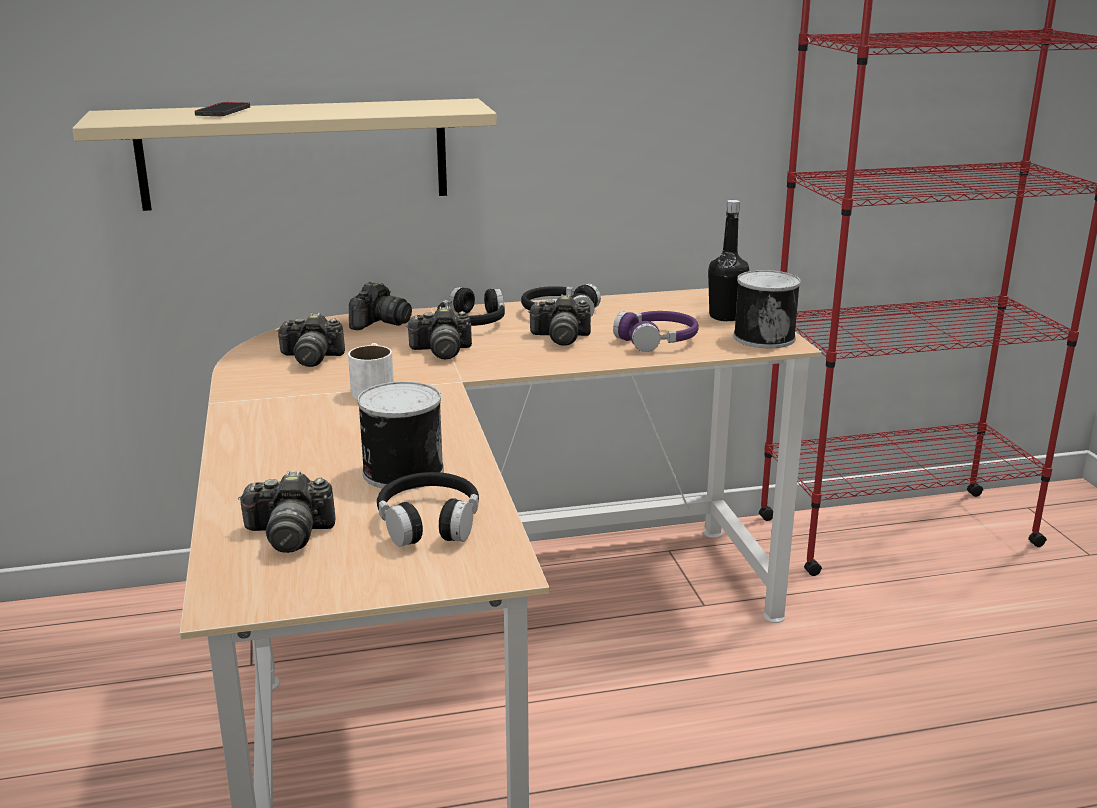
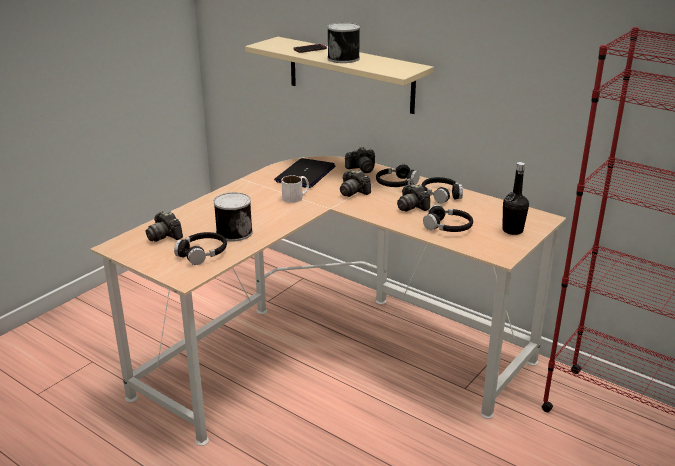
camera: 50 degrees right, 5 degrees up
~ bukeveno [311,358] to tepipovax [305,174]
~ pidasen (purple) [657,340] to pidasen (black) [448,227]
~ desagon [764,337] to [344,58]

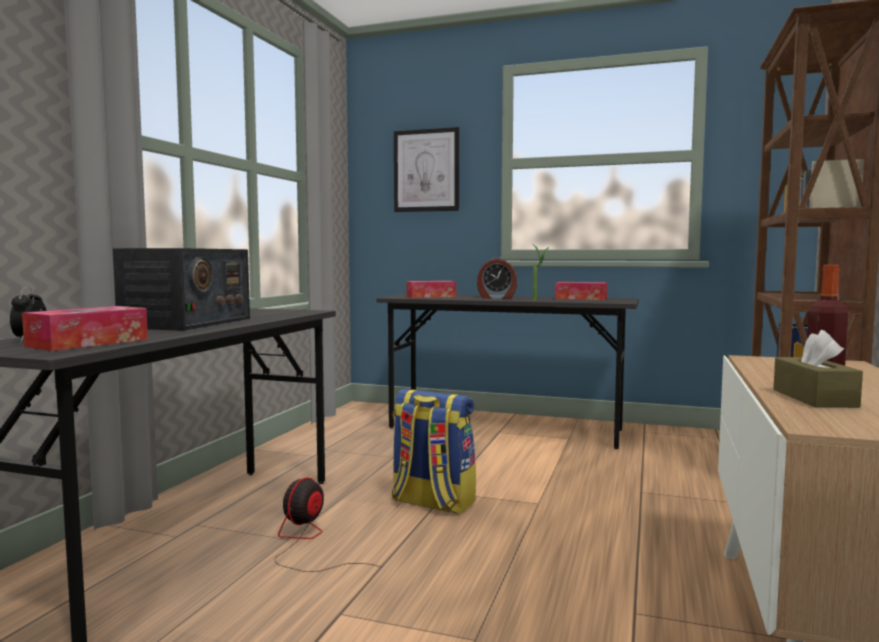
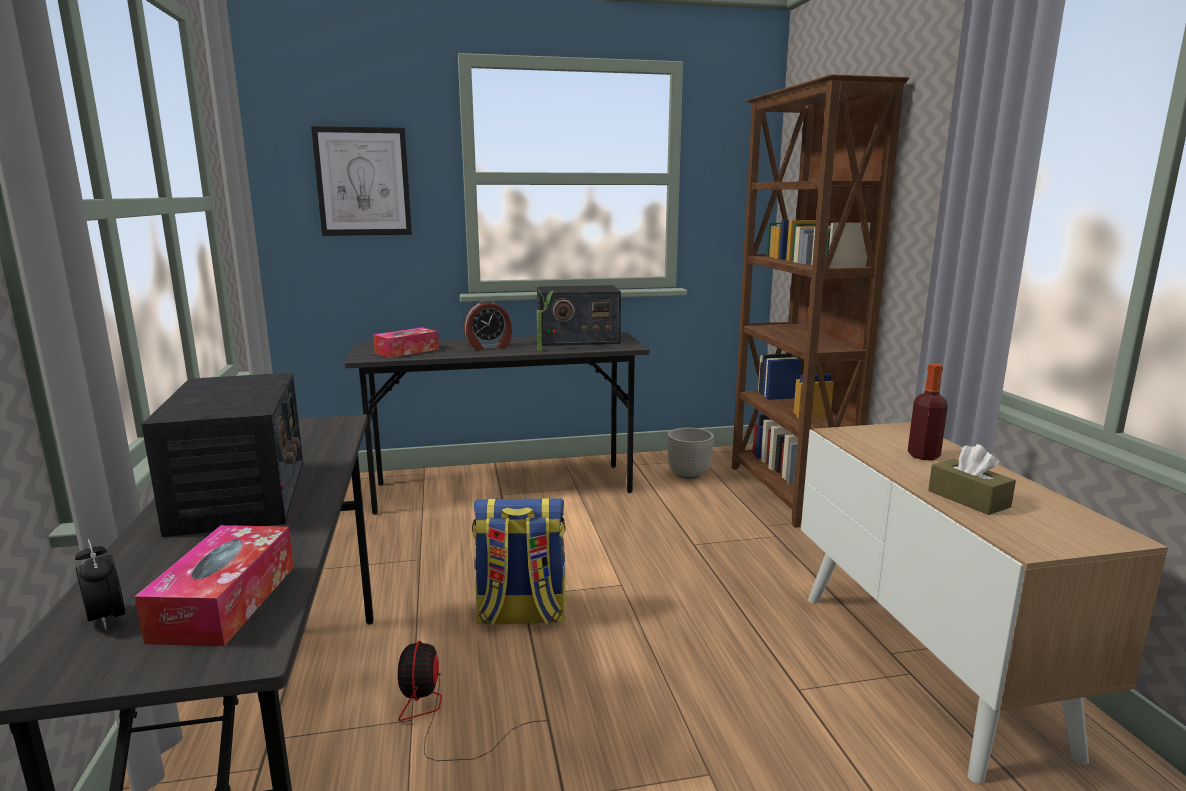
camera: 30 degrees left, 10 degrees up
~ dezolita [581,298] to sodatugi [577,339]
+ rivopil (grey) [689,475]

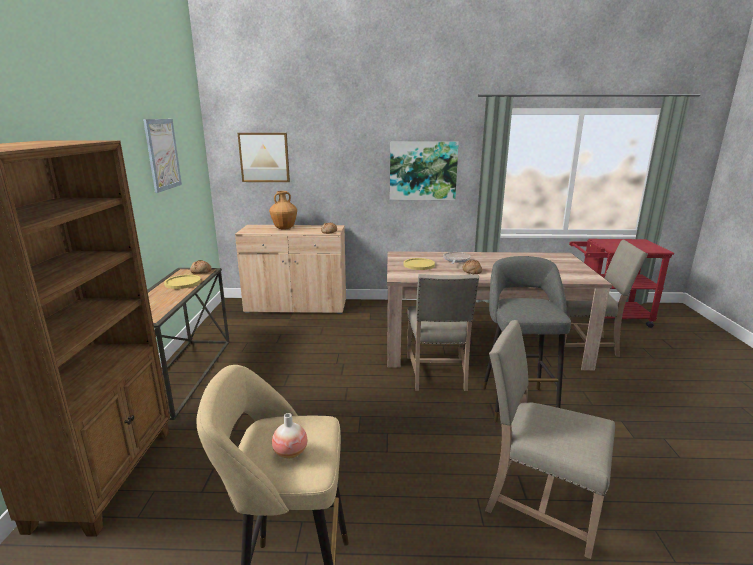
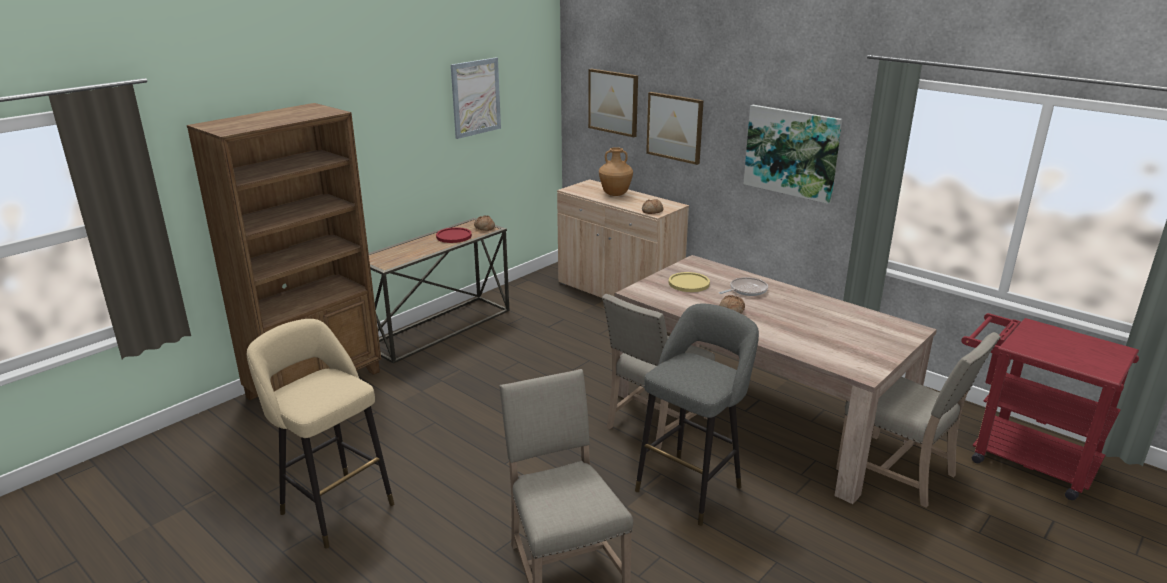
camera: 40 degrees right, 5 degrees up
~ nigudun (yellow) [182,283] to nigudun (red) [454,236]
- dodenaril [290,452]
+ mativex [675,127]

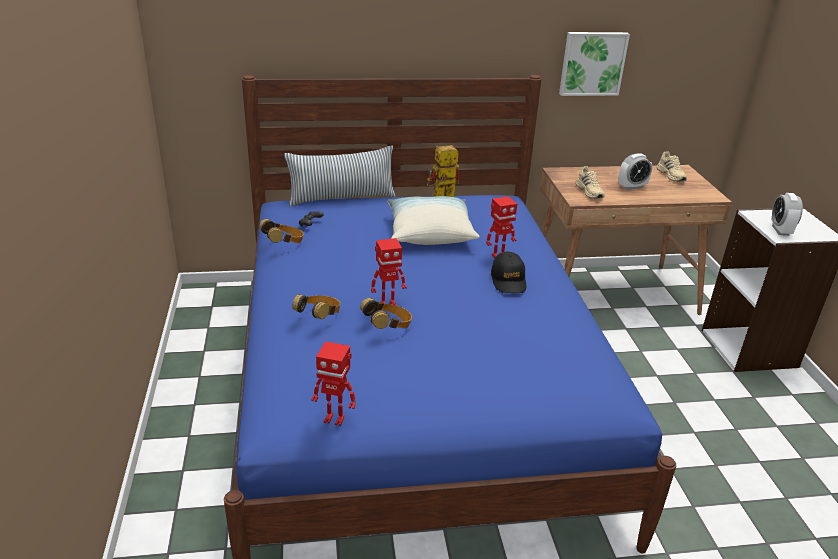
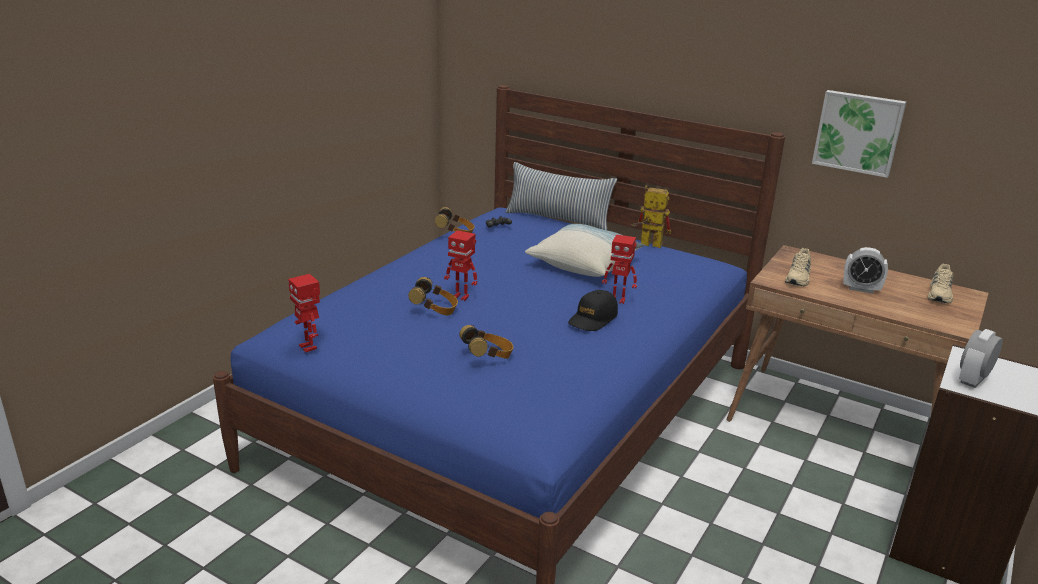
camera: 40 degrees right, 5 degrees down
~ pidasen [319,317] to [488,357]

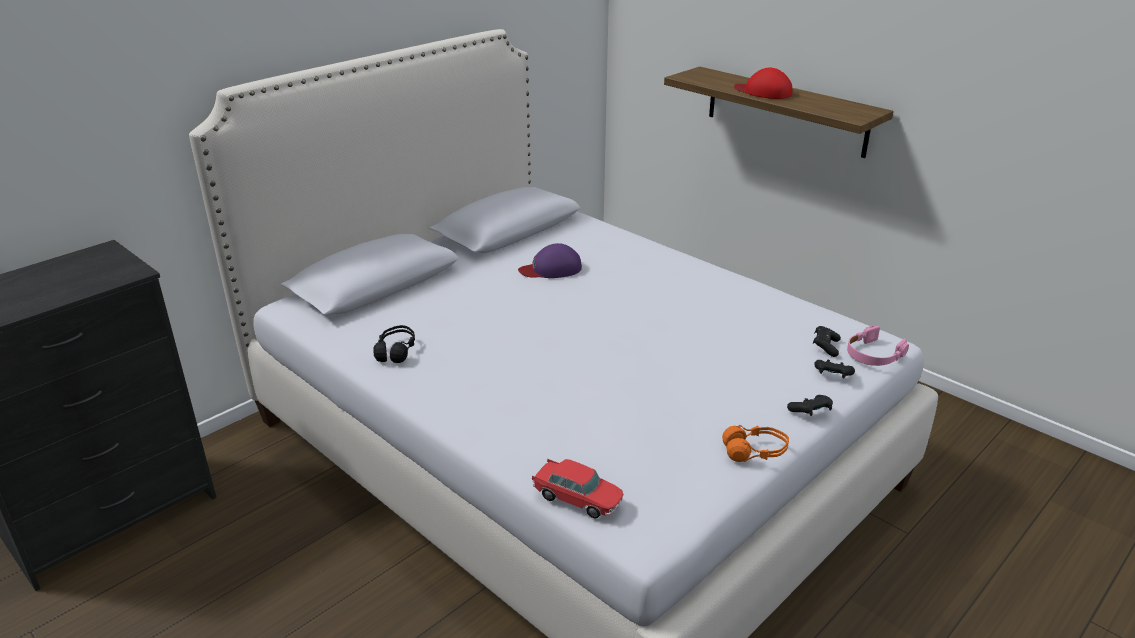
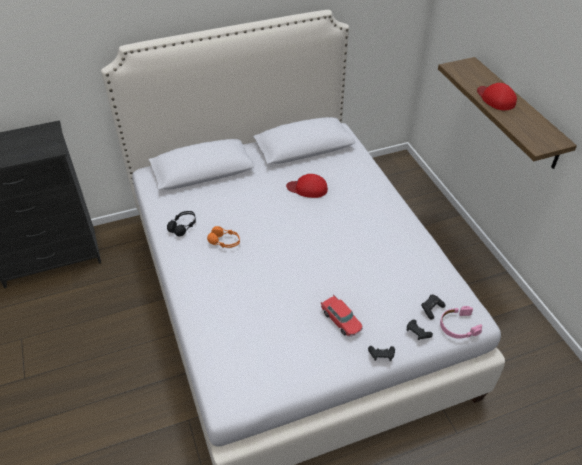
camera: 25 degrees right, 15 degrees up
~ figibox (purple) [551,269] to figibox (red) [307,188]
~ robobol [578,498] to [341,320]
~ pidasen (orange) [755,452] to [225,242]

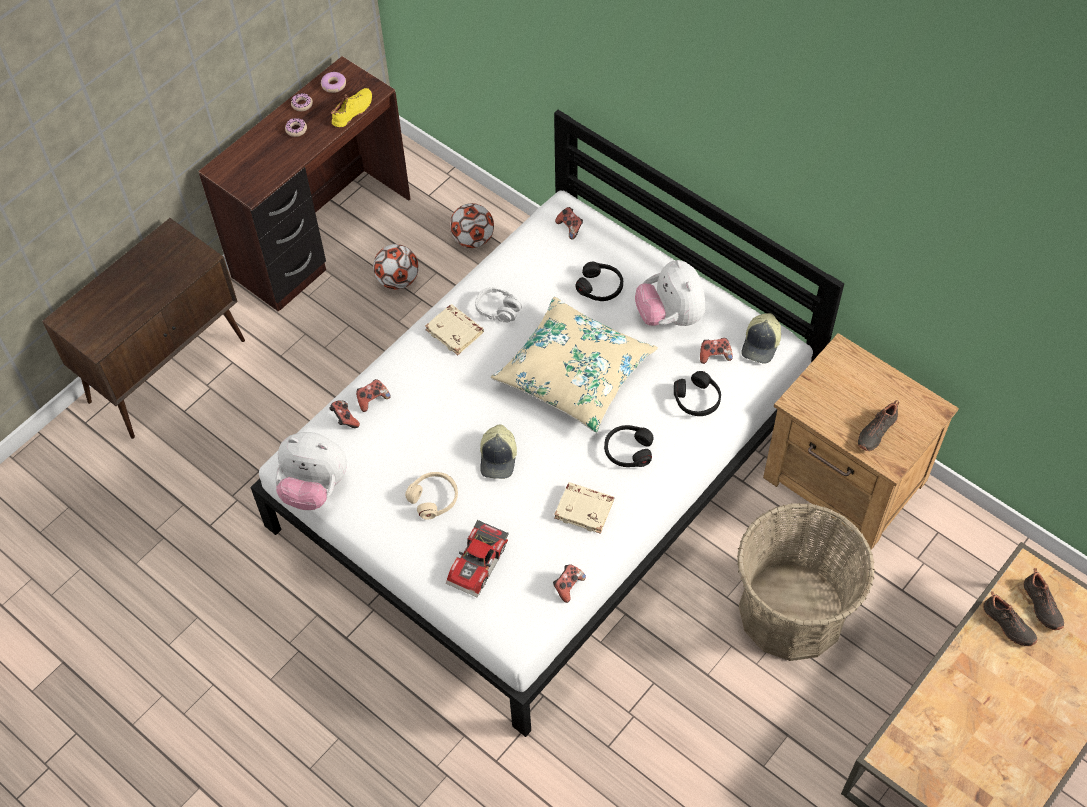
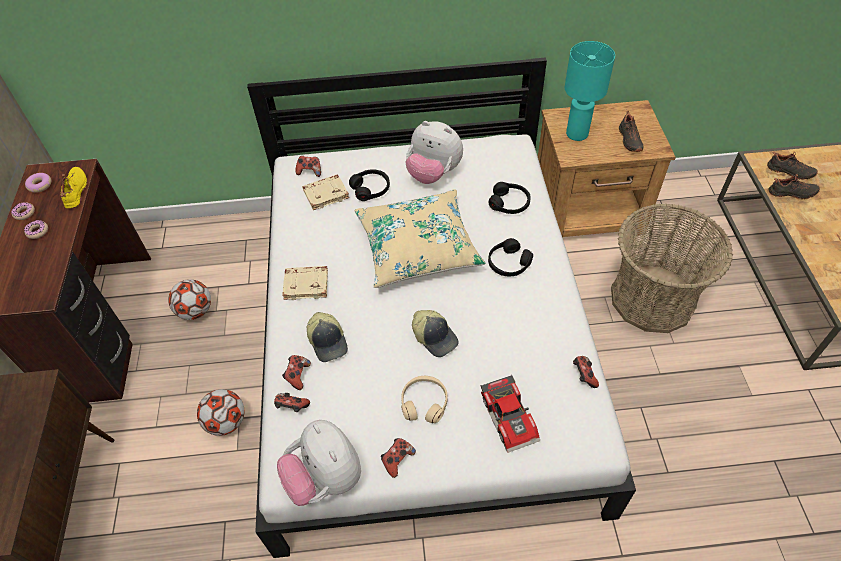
camera: 45 degrees left, 5 degrees down
~ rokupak [314,487] = [325,478] 90 degrees clockwise
~ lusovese [473,239] to [226,422]
- pidasen (grey) [498,310]
~ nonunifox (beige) [585,509] to [326,194]
~ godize [714,355] to [397,460]
~ figibox [761,344] to [328,341]
+ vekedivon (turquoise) [576,134]

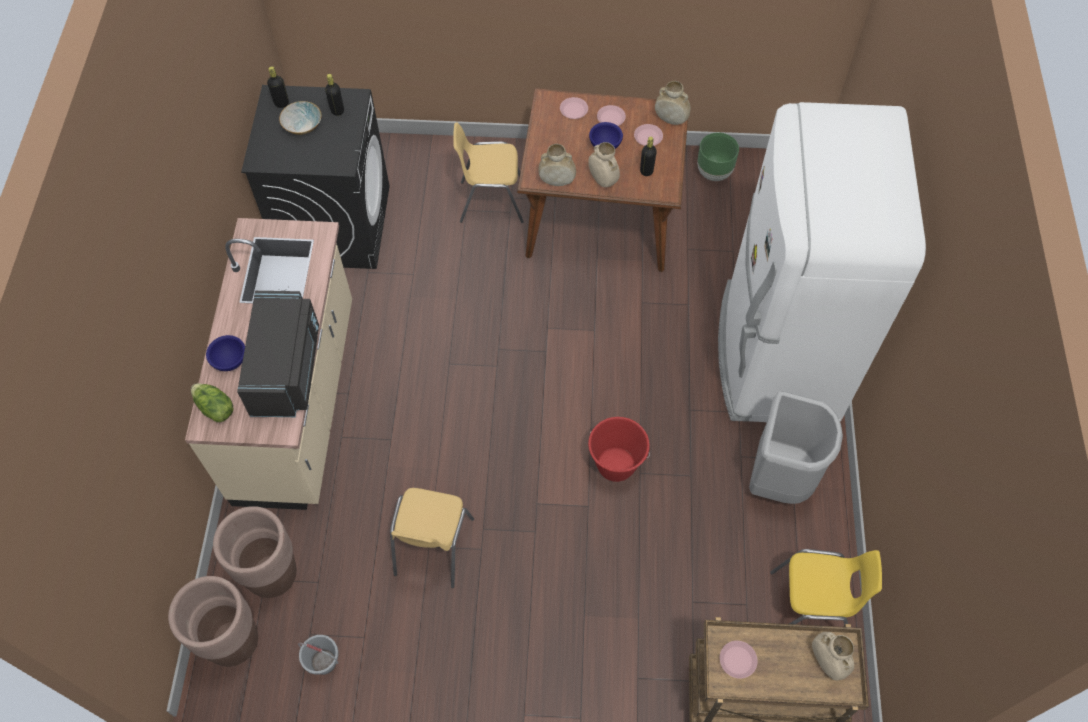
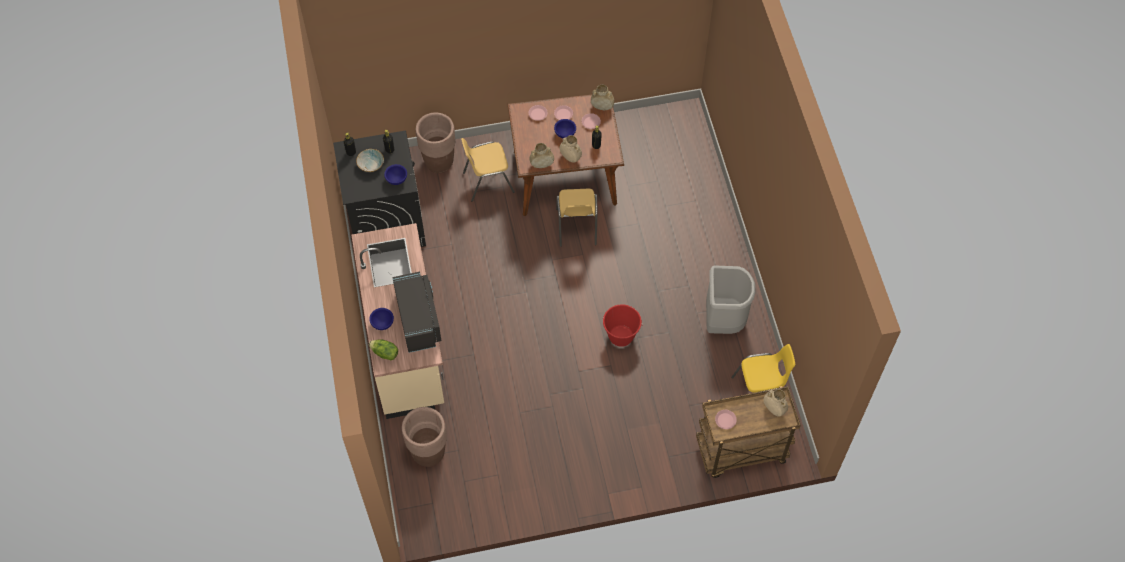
camera: 15 degrees left, 0 degrees up
~ rivopil (brown) [234,642] to [439,163]
- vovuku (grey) [323,662]
~ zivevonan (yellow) [432,547] to [576,227]
- rivopil (green) [714,173]
- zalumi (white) [776,355]
+ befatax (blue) [396,179]

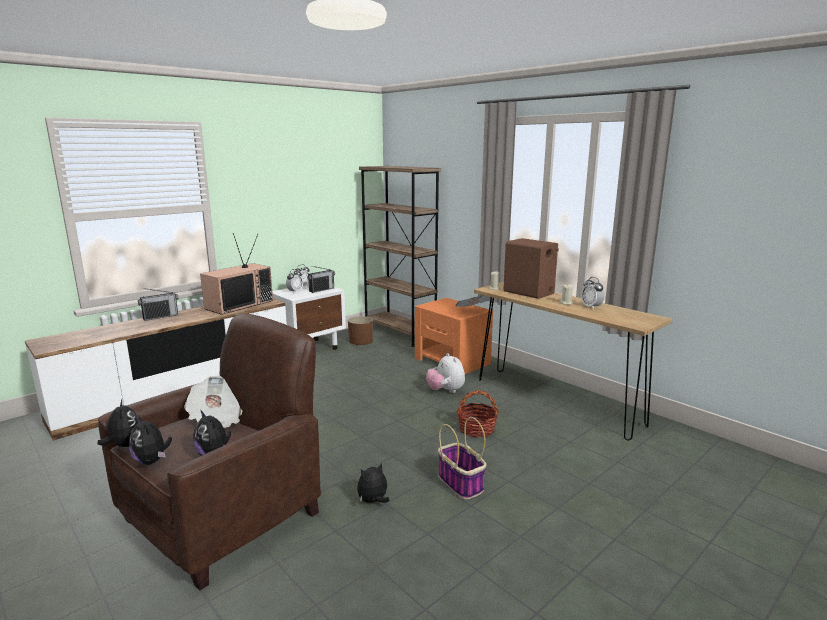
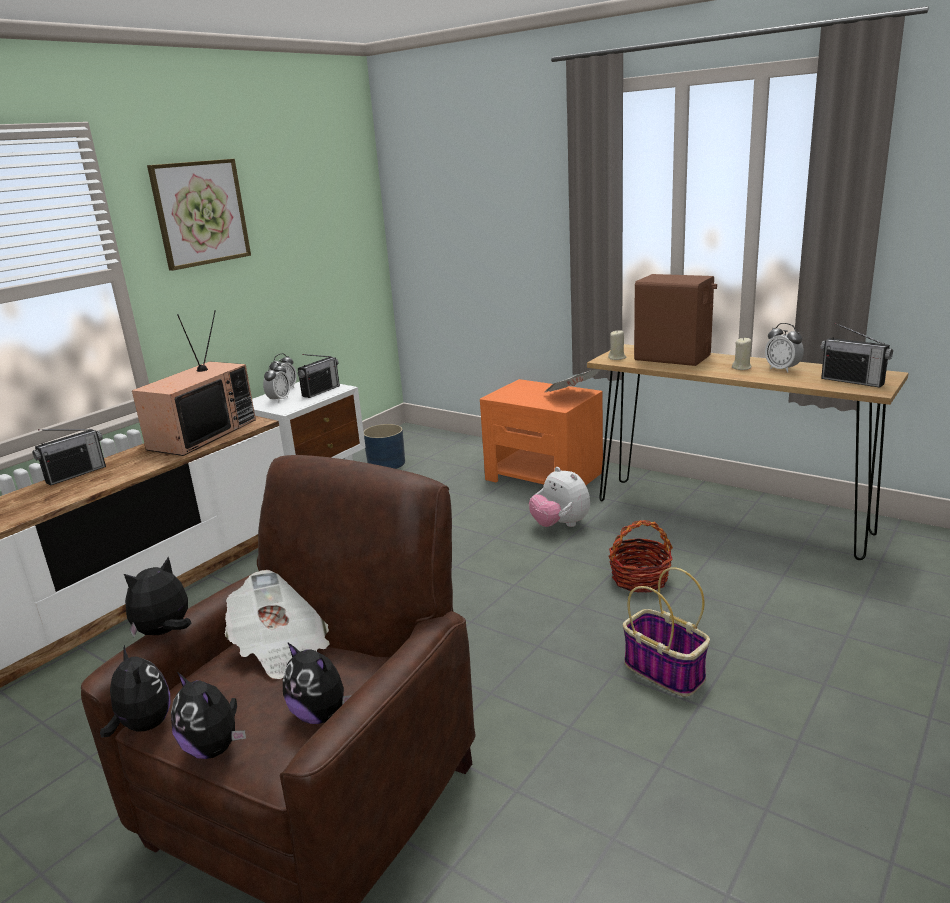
camera: 10 degrees left, 5 degrees up
~ rivopil (brown) [360,341] to rivopil (blue) [386,463]
~ rokupak [373,501] to [165,632]
- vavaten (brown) [400,333]
+ mativex [200,213]
+ sodatugi [852,381]

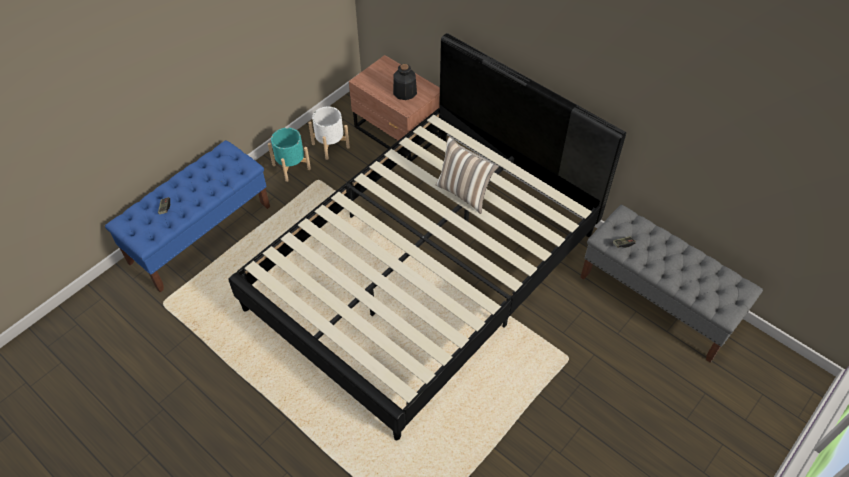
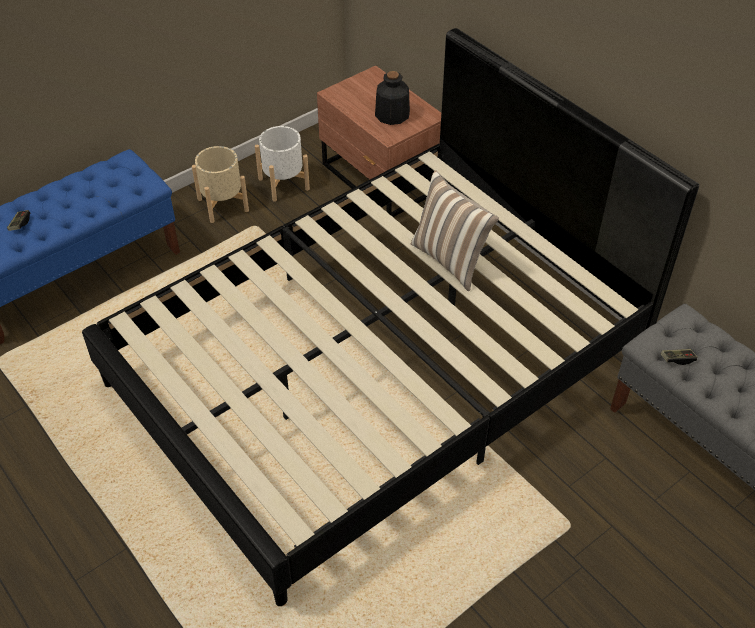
camera: 10 degrees right, 5 degrees down
~ rivopil (turquoise) [291,167] to rivopil (beige) [223,205]

